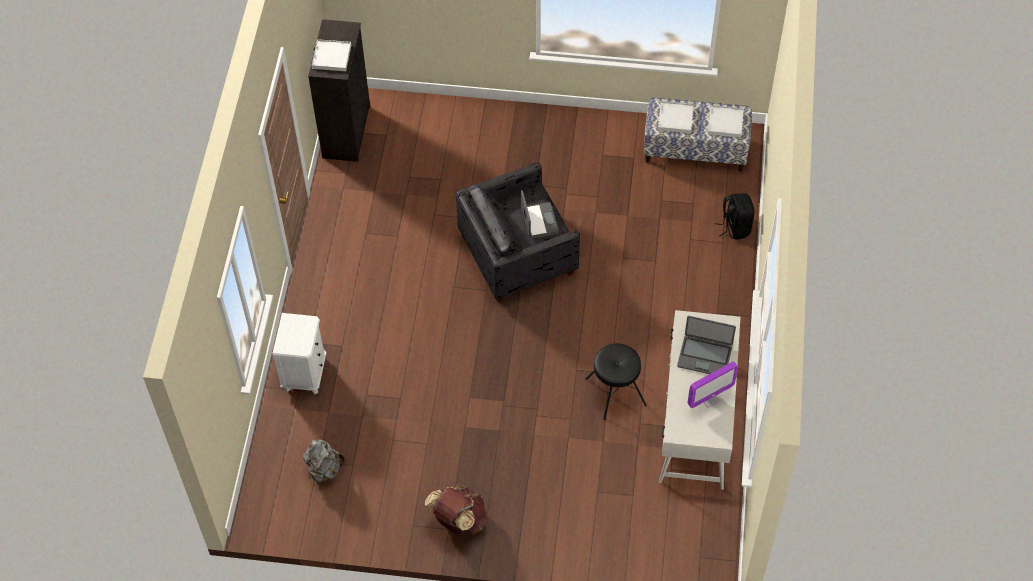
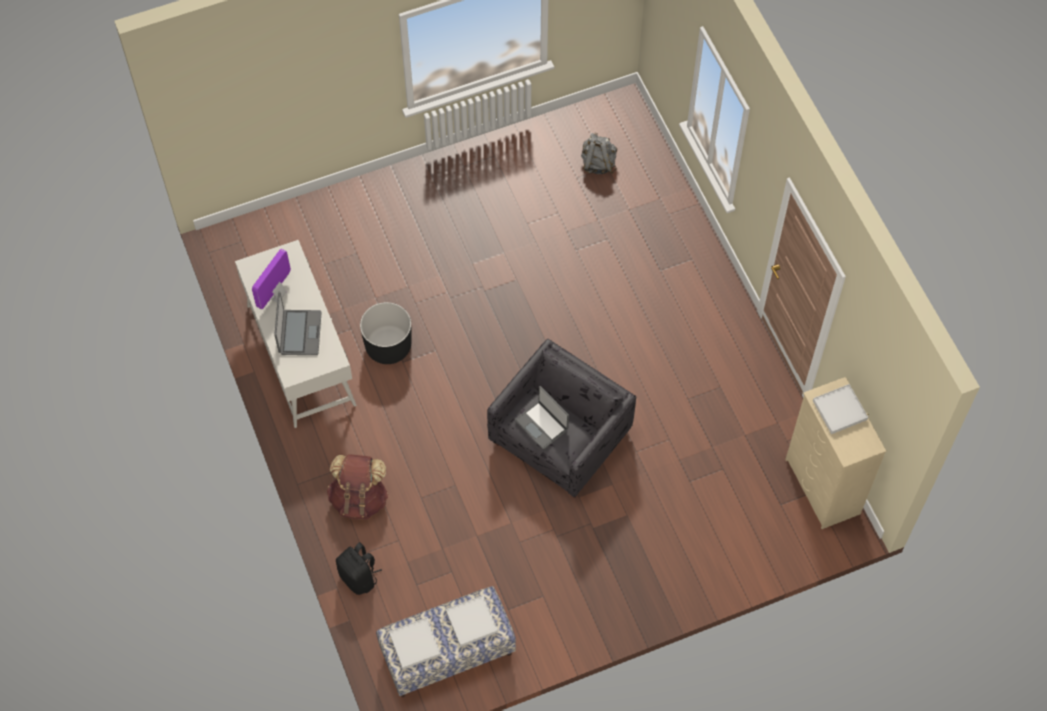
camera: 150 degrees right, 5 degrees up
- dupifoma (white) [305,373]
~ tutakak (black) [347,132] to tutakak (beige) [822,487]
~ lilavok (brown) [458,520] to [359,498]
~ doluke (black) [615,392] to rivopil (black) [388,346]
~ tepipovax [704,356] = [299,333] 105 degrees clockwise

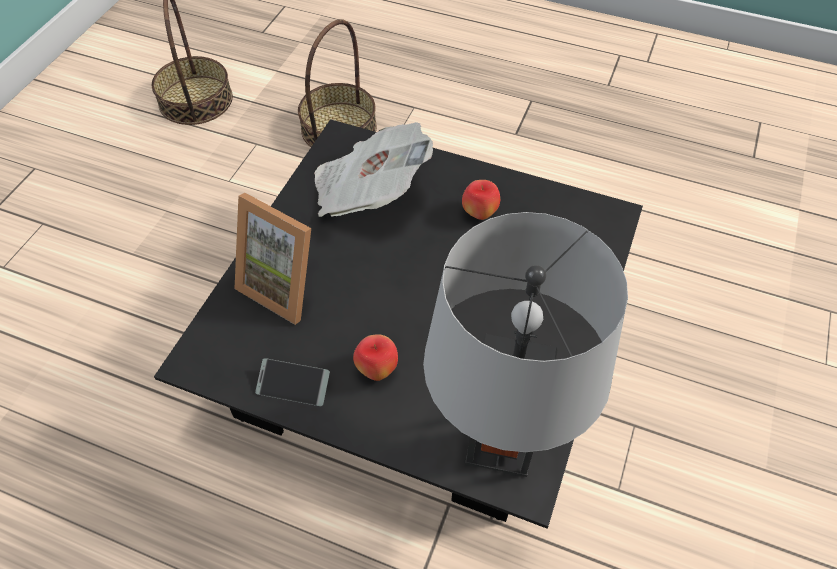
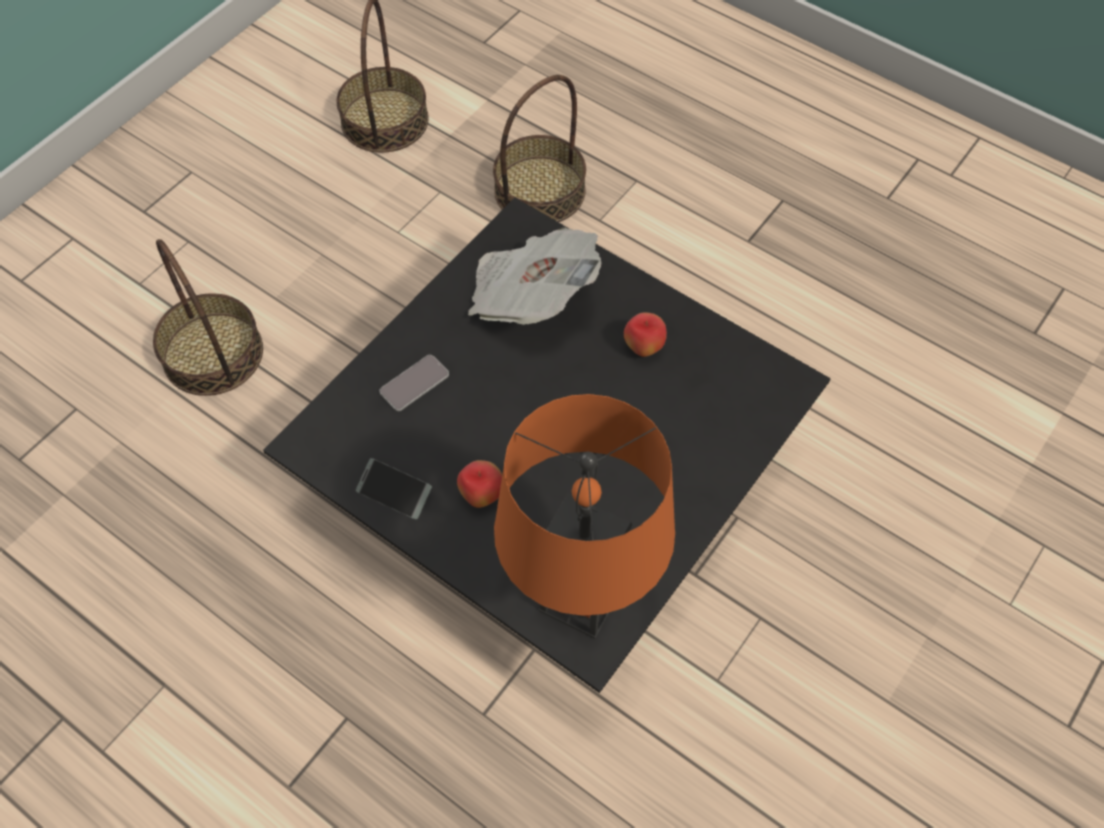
camera: 15 degrees right, 5 degrees up
~ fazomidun [285,285] to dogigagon [414,383]
~ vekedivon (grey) [500,443] to vekedivon (orange) [581,599]
+ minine [213,354]

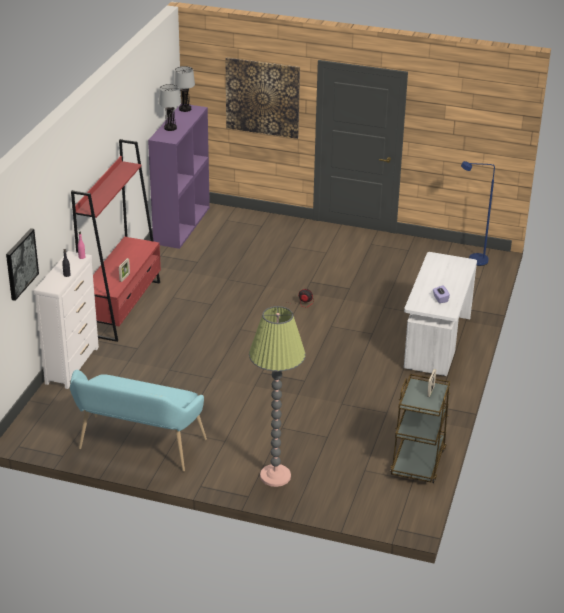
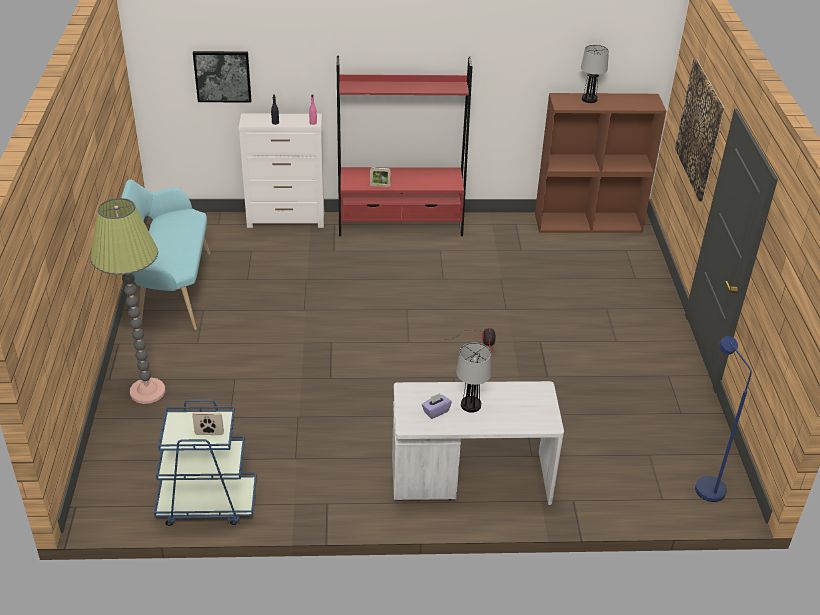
camera: 70 degrees right, 5 degrees up
~ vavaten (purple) [181,225] to vavaten (brown) [588,222]
~ vekedivon [184,109] to [470,405]
~ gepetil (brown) [418,461] to gepetil (blue) [207,504]

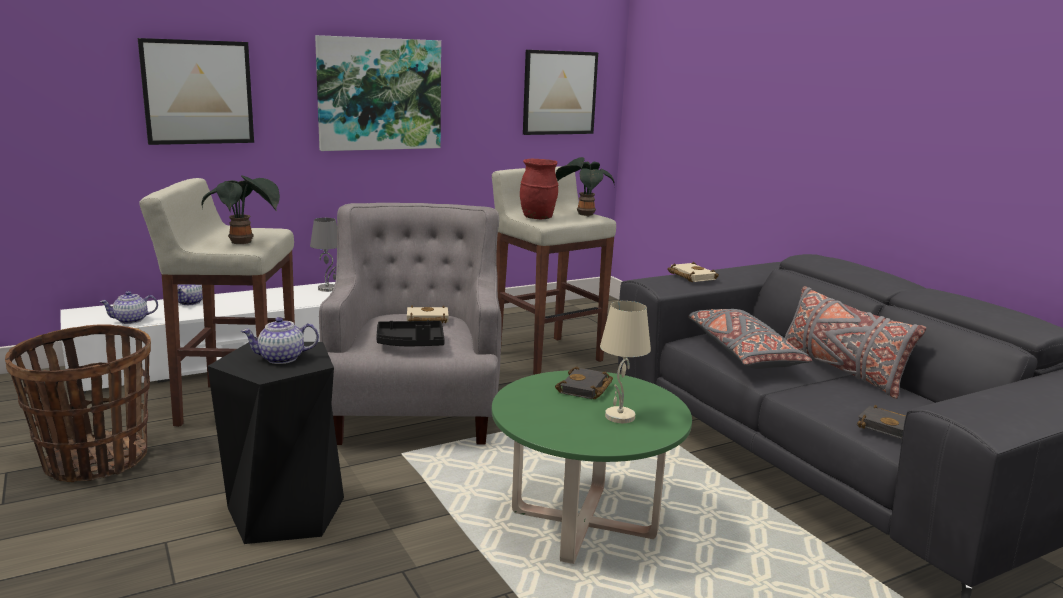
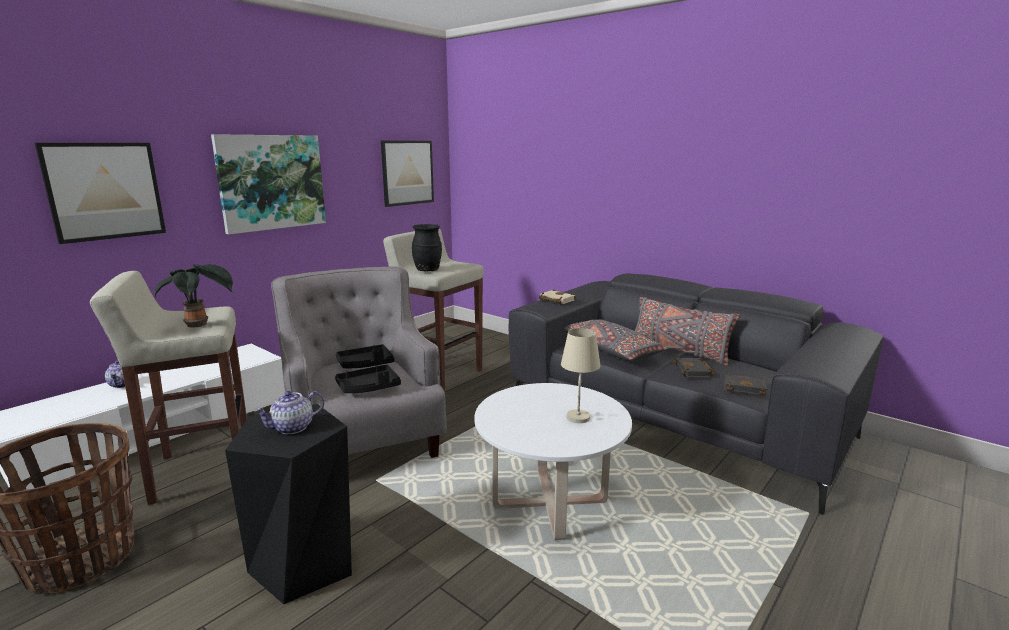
camera: 20 degrees left, 0 degrees up
- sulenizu [131,320]
- vekedivon (grey) [328,289]
~ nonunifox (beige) [426,319] to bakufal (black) [366,364]
~ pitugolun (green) [583,523] to pitugolun (white) [549,503]
~ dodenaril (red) [538,218] to dodenaril (black) [428,270]
~ nonunifox (black) [585,389] to [694,371]
- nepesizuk [583,214]

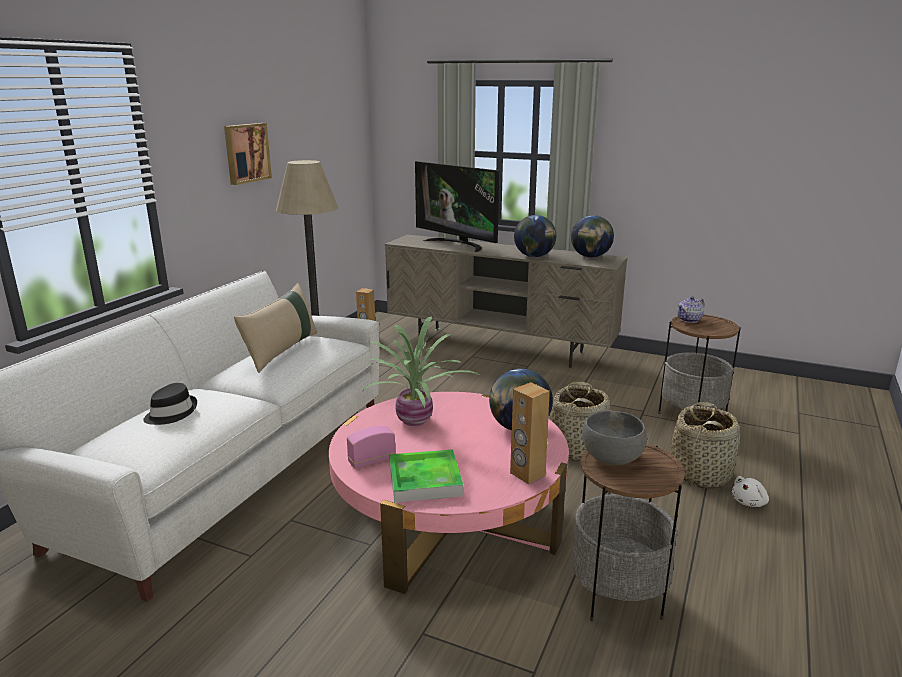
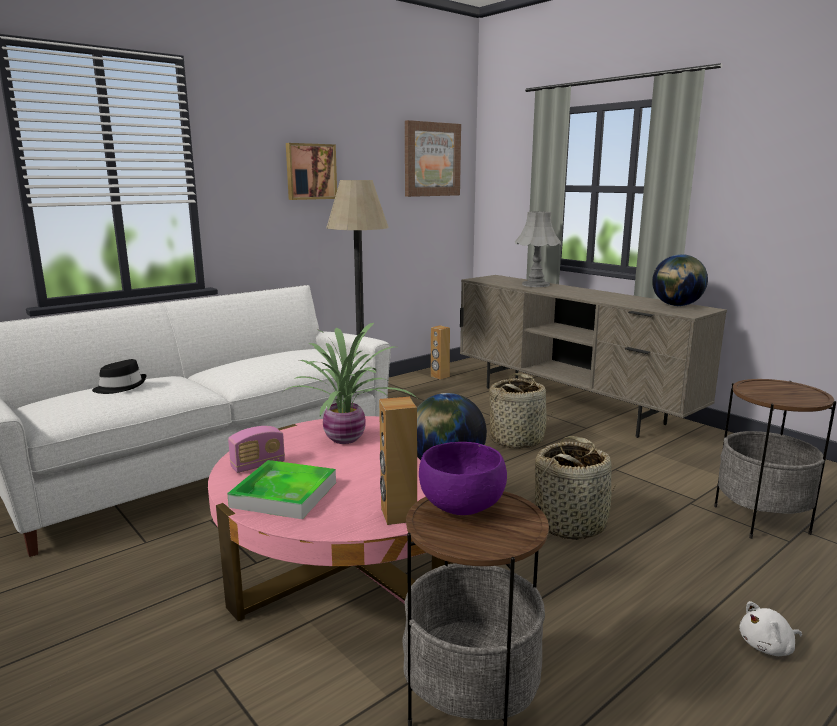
camera: 25 degrees right, 5 degrees down
- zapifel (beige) [281,350]
~ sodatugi [371,460] = [258,465] 150 degrees clockwise
~ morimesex [458,244] to vekedivon (grey) [535,285]
- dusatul [534,256]
~ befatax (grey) [612,457] to befatax (purple) [462,505]
~ minine [700,474] to [517,440]
- sulenizu [689,320]
+ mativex [431,159]

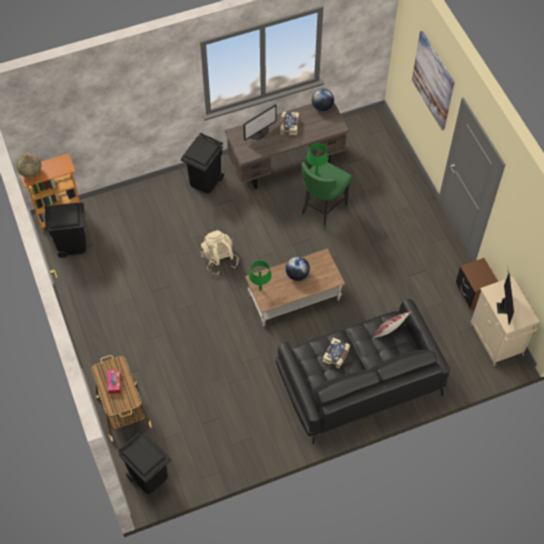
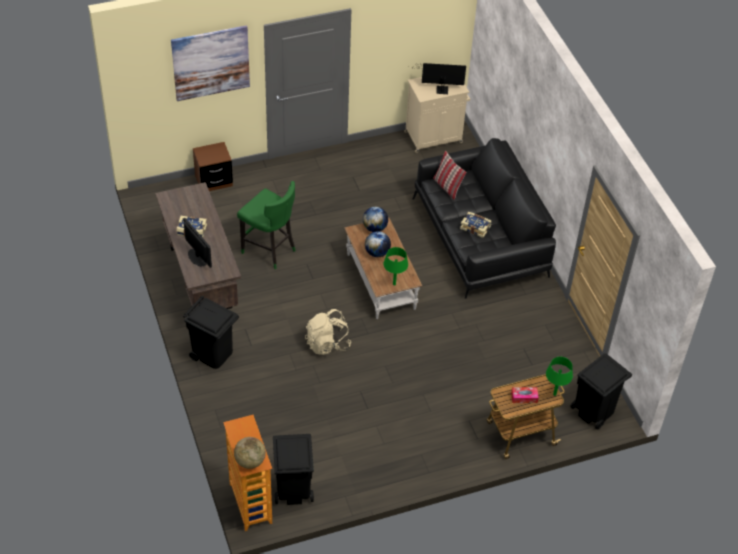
camera: 90 degrees left, 10 degrees down
~ vekedivon (green) [316,173] to [554,394]
~ dusatul [322,107] to [375,228]
~ dupifoma (brown) [473,293] to [213,181]

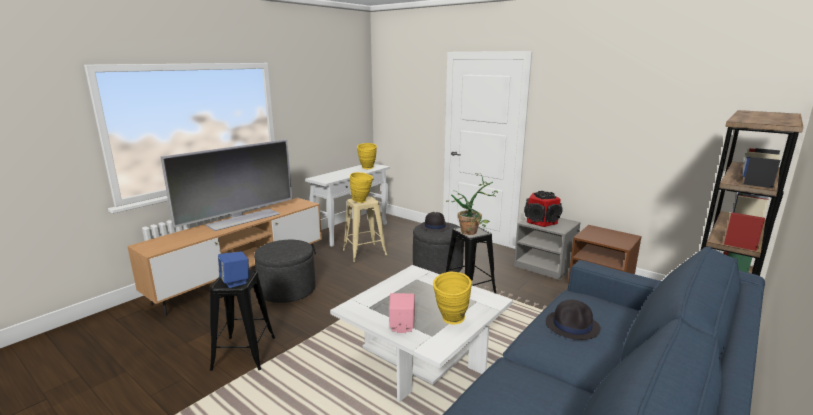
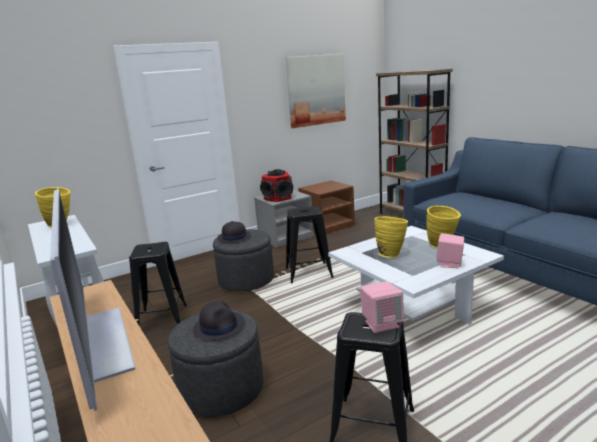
camera: 70 degrees left, 0 degrees up
~ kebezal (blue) [235,282] to kebezal (pink) [381,324]
~ doluke (beige) [364,252] to doluke (black) [162,320]
~ dodenaril (yellow) [362,201] to [391,254]
- nepesizuk [473,232]
~ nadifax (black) [572,325] to [219,327]
+ mativex [316,90]

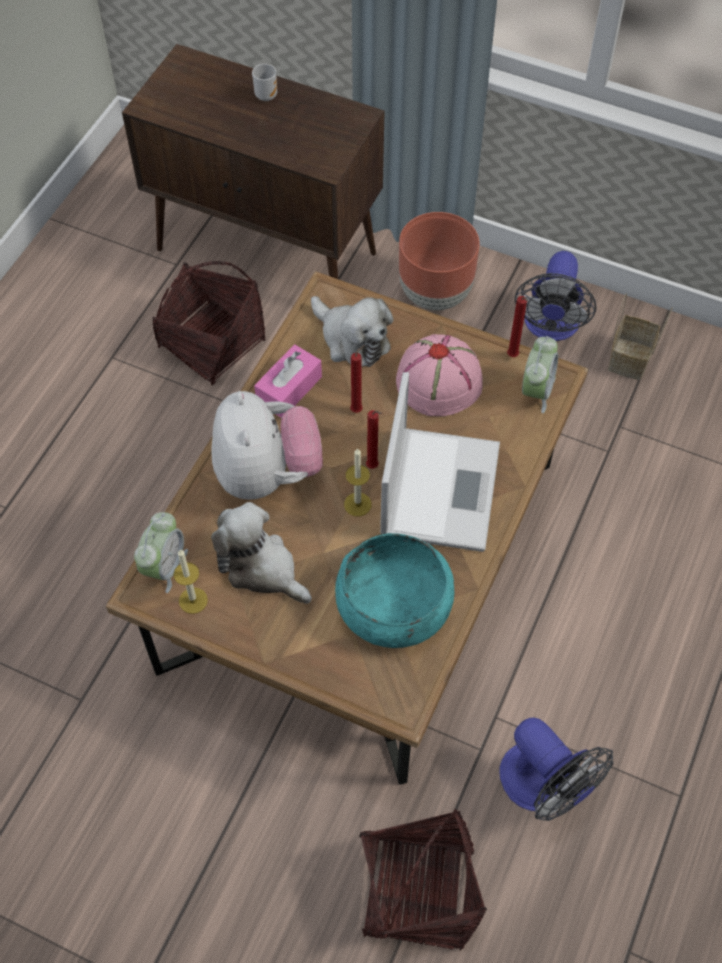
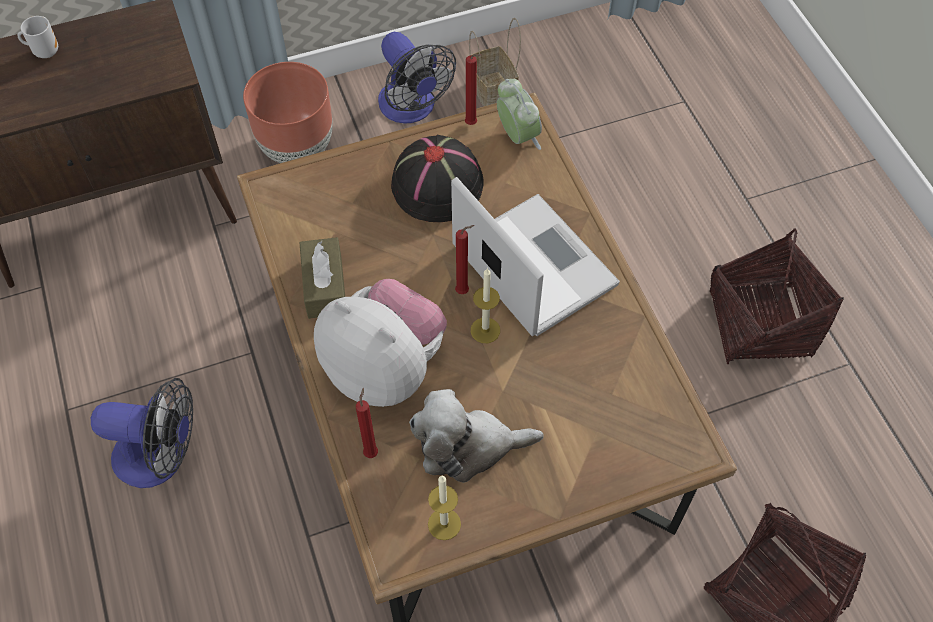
camera: 45 degrees left, 0 degrees up
- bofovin [164,567]
~ minine [212,343] to [759,323]
~ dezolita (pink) [289,389] to dezolita (brown) [325,286]
- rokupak [352,339]
- befatax (turquoise) [393,603]
~ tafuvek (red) [358,409] to [371,451]
~ nadifax (pink) [439,381] to nadifax (black) [438,185]
~ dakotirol [544,787] to [161,457]

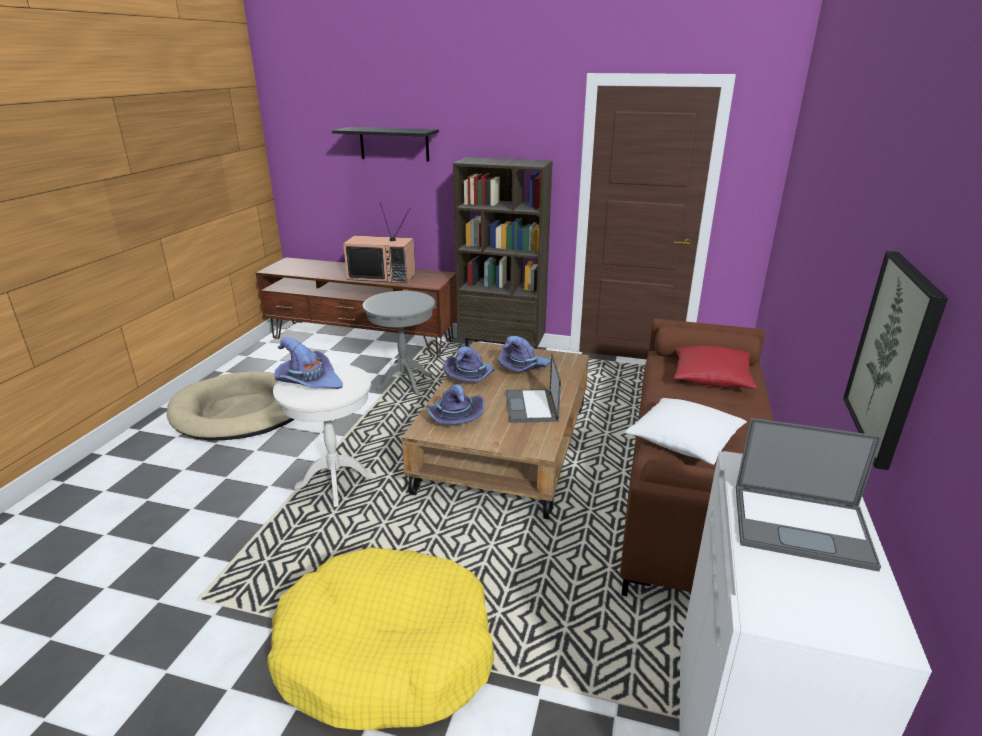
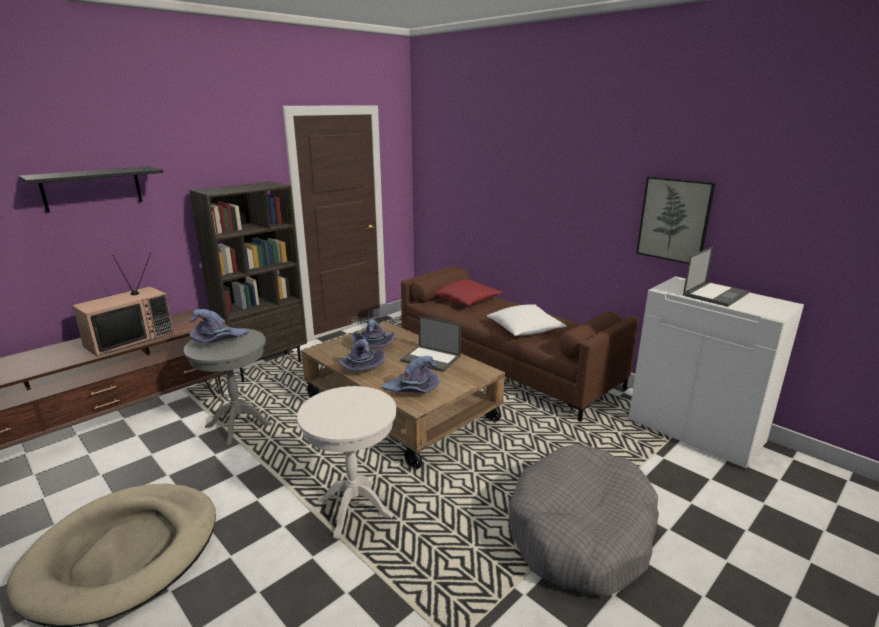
camera: 60 degrees left, 5 degrees down
~ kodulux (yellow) [385,653] to kodulux (grey) [581,532]
~ nadifax (purple) [308,382] to [218,340]

